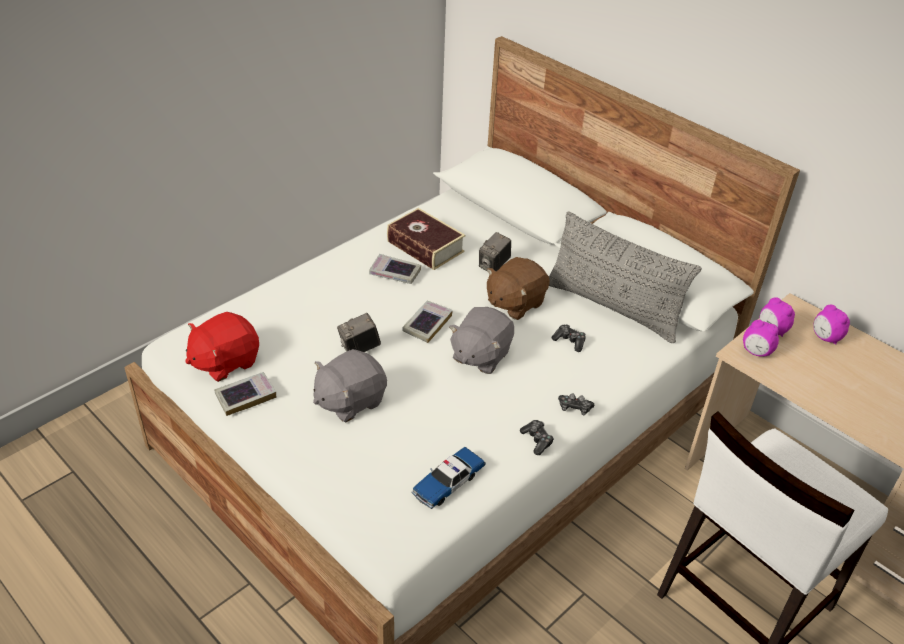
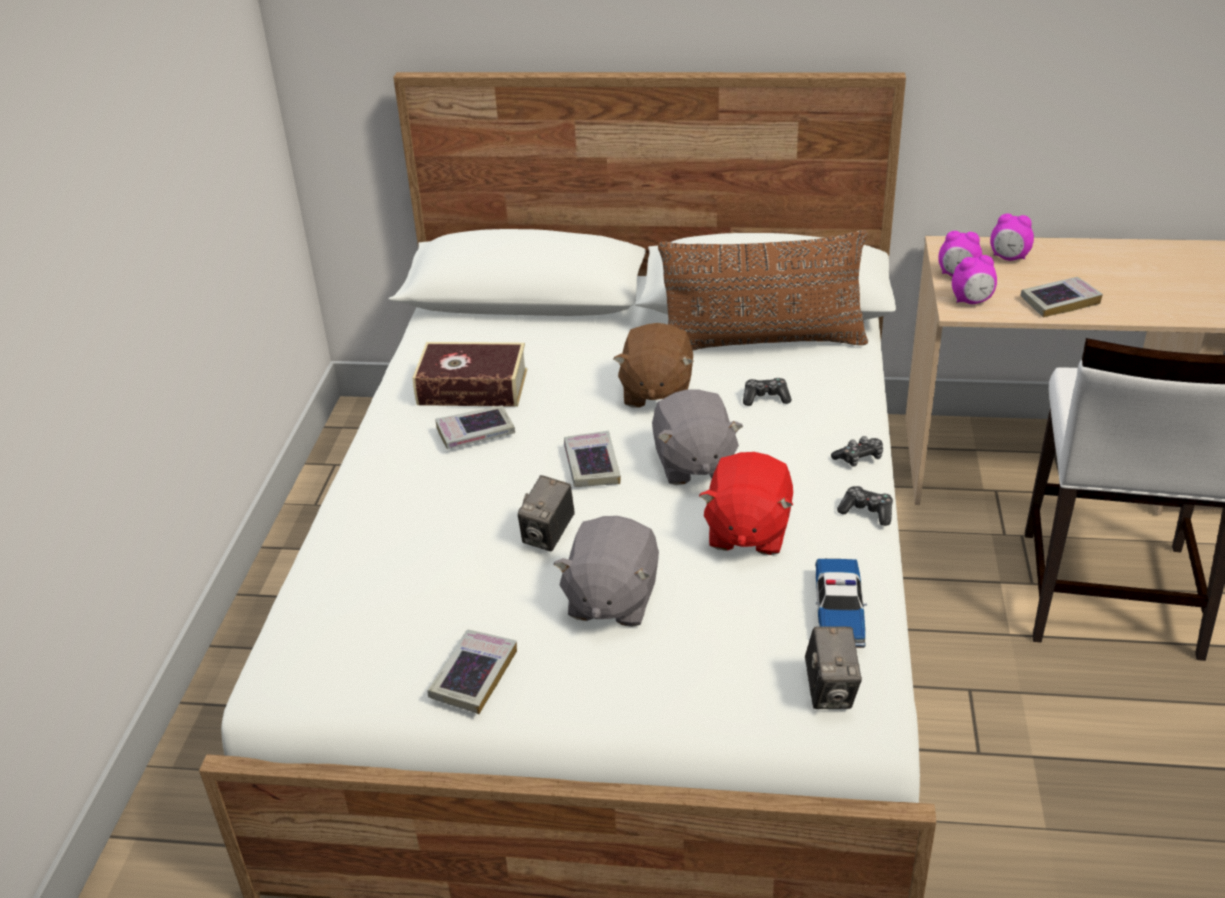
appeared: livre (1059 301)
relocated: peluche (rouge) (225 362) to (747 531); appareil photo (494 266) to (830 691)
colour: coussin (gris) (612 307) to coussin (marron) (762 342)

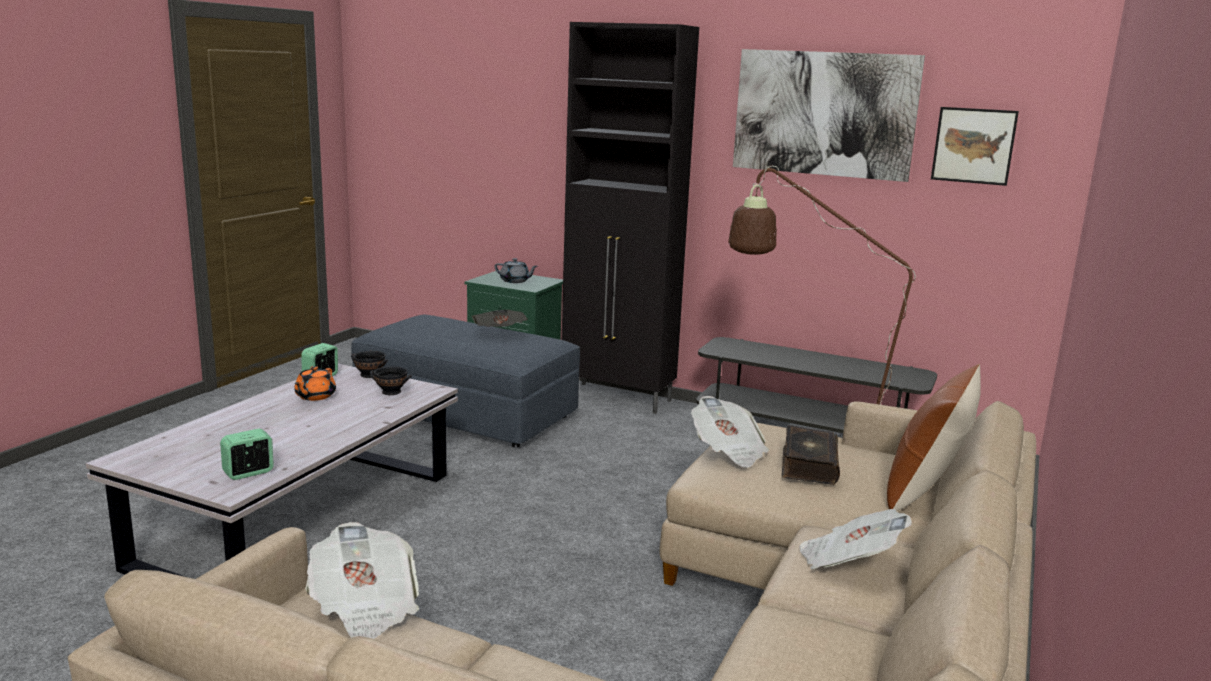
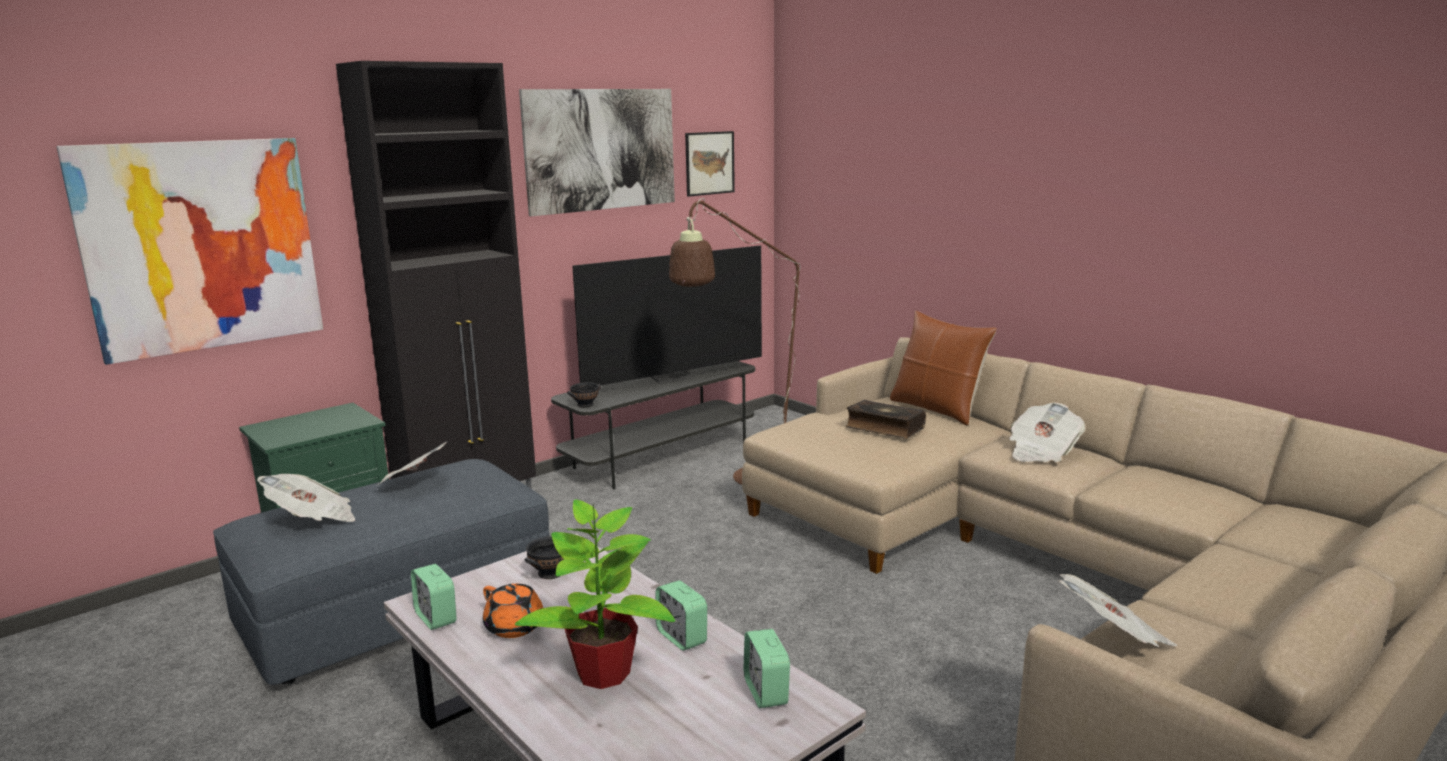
missing: théière (gris) (515 281)
appeared: tableau (201 246); plante en pot (603 674); téléviseur (671 378); réveil (681 637)
relocated: bol (noir) (369 375) to (584 405); journal (728 451) to (313 519)

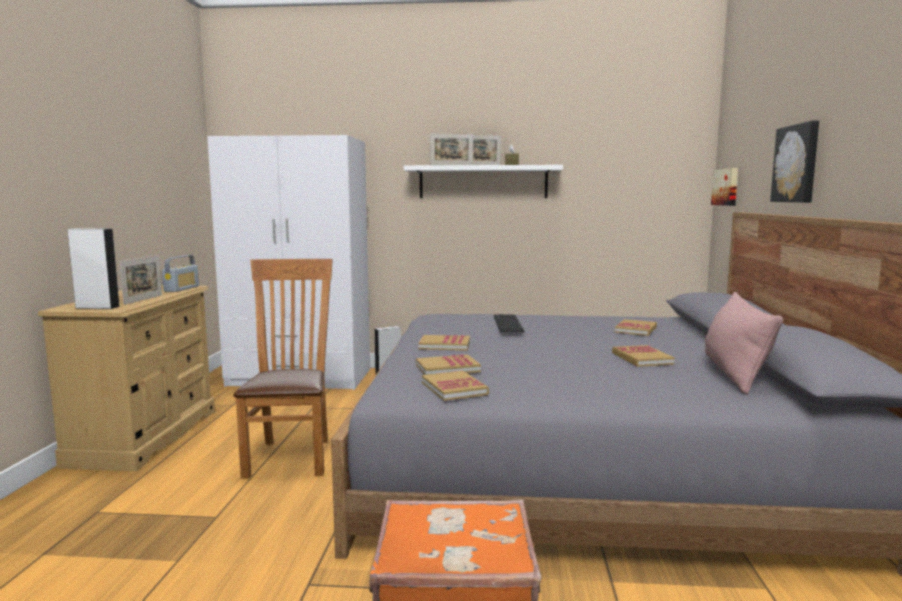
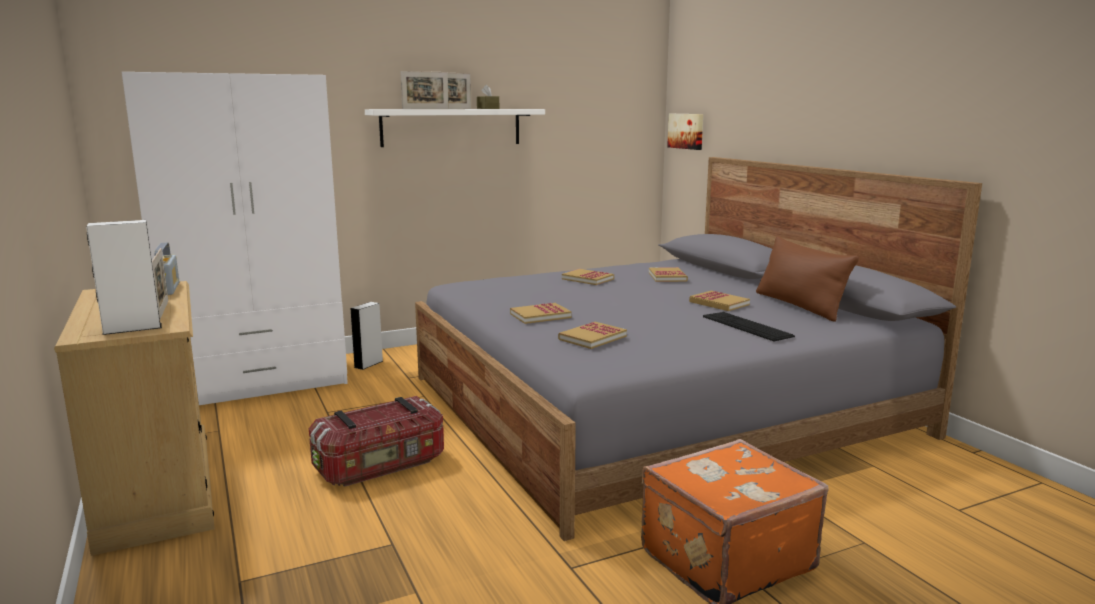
missing: tableau (797 163)
relocated: livre (454 388) to (587 279); clavier (508 323) to (746 326)
exchanged: chaise (marron) (291 455) to boîte de rangement (381 466)
colour: coussin (rose) (734 373) to coussin (marron) (799 306)

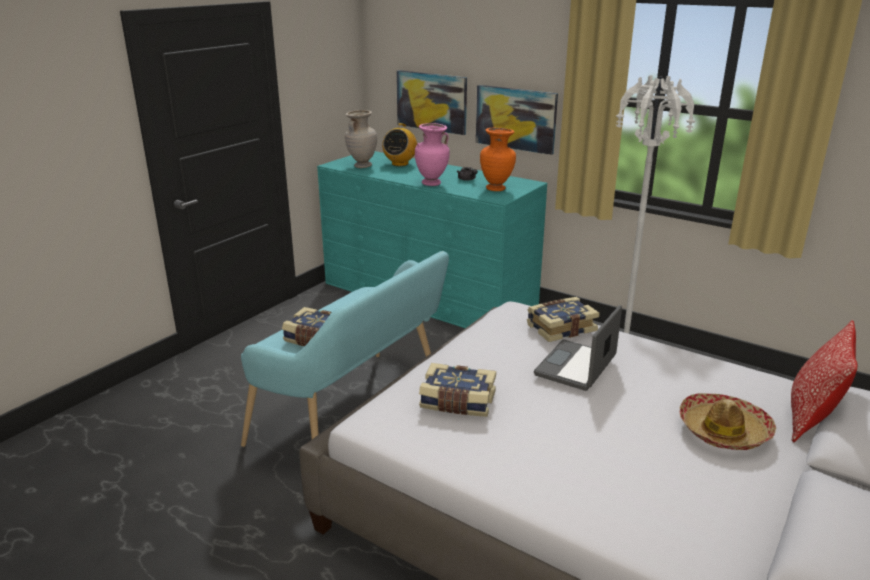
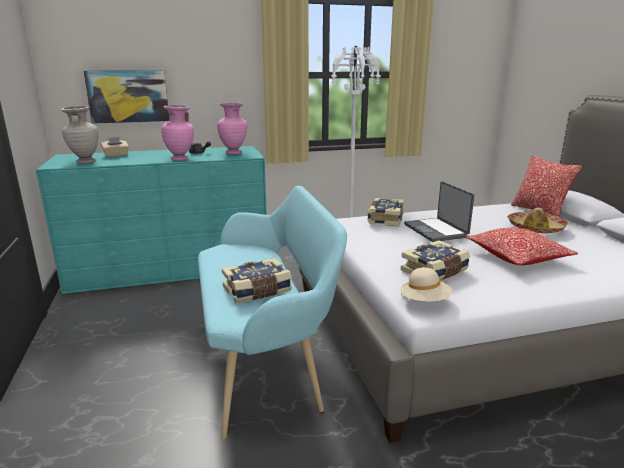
missing: tableau (516 118)
appeared: chapeau (beige) (425 301); coussin (517 257)
exchanged: radio (400 164) to boîte à mouchoirs (beige) (116 155)
colour: vase (orange) (496 189) to vase (rose) (234 153)

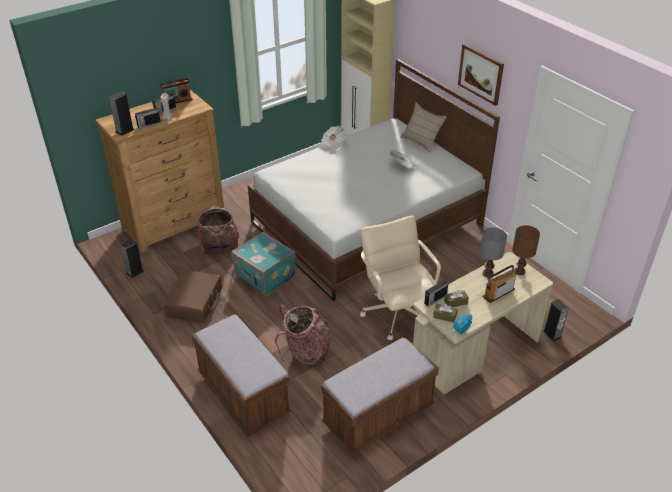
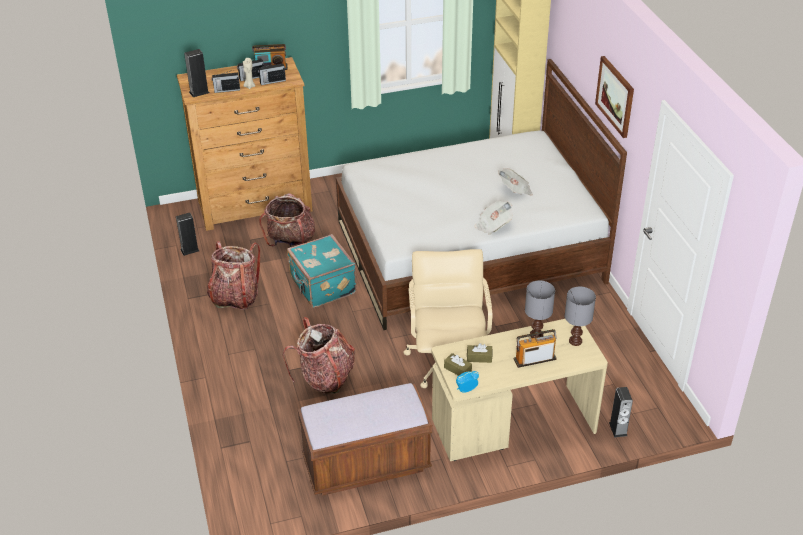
missing: banc (marron) (243 394); coussin (beige) (421 141)
relocated: journal (332 145) to (493 225); radio (435 299) to (272 81)
exchanged: valise (marron) (195 302) to sac à dos (235 297)
colour: lampe de table (marron) (520 271) to lampe de table (gris) (575 341)

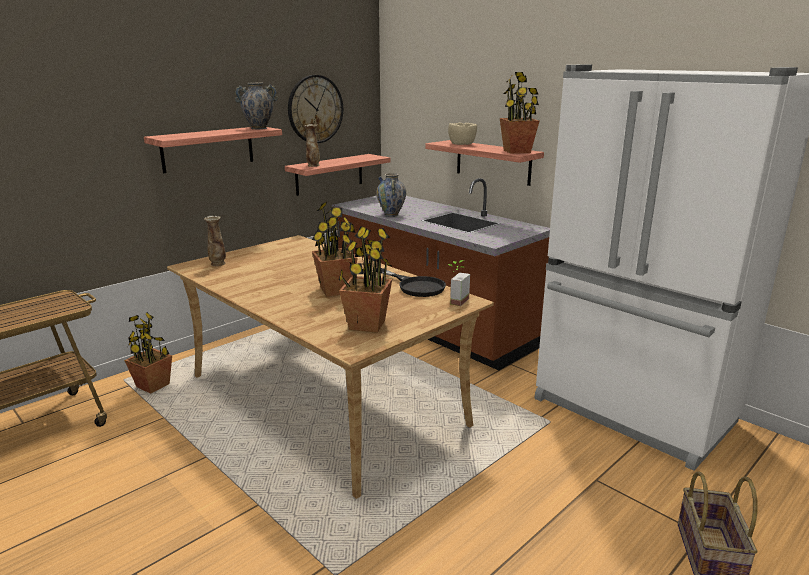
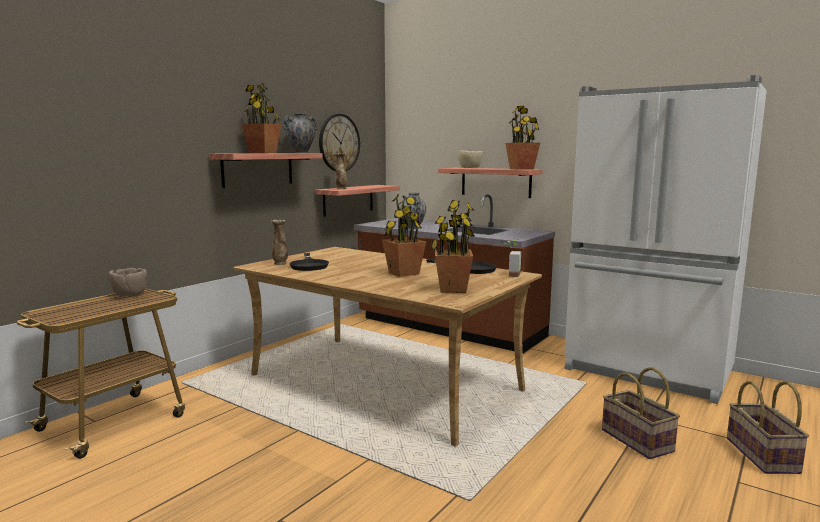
appeared: bol (marron) (130 294); poêle (noir) (309 265); panier (638 440)
relocated: plante en pot (153 386) to (263 153)

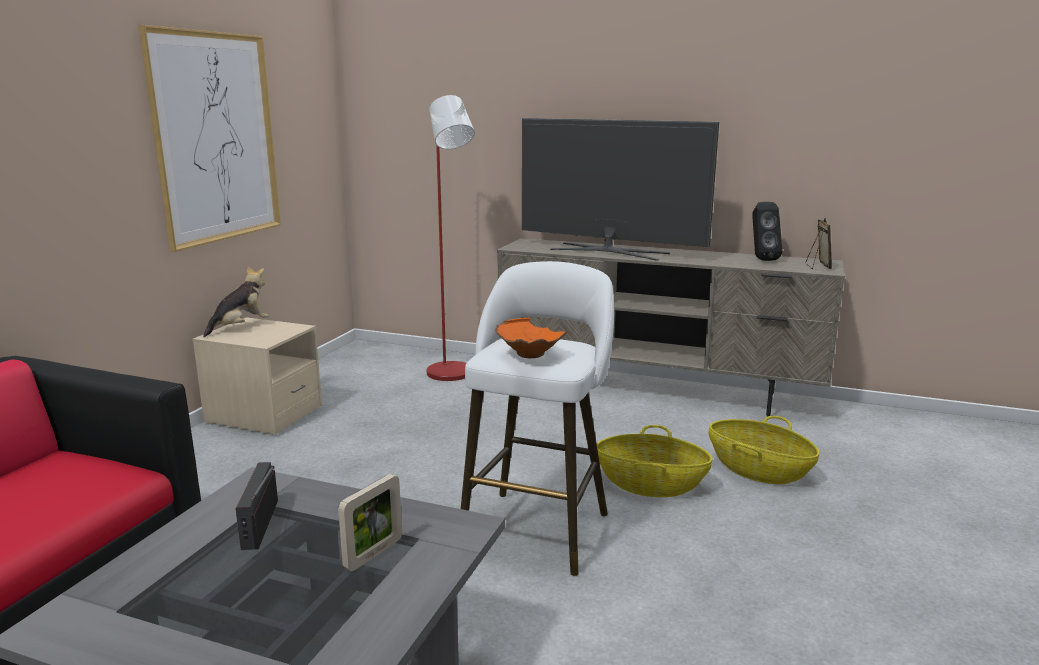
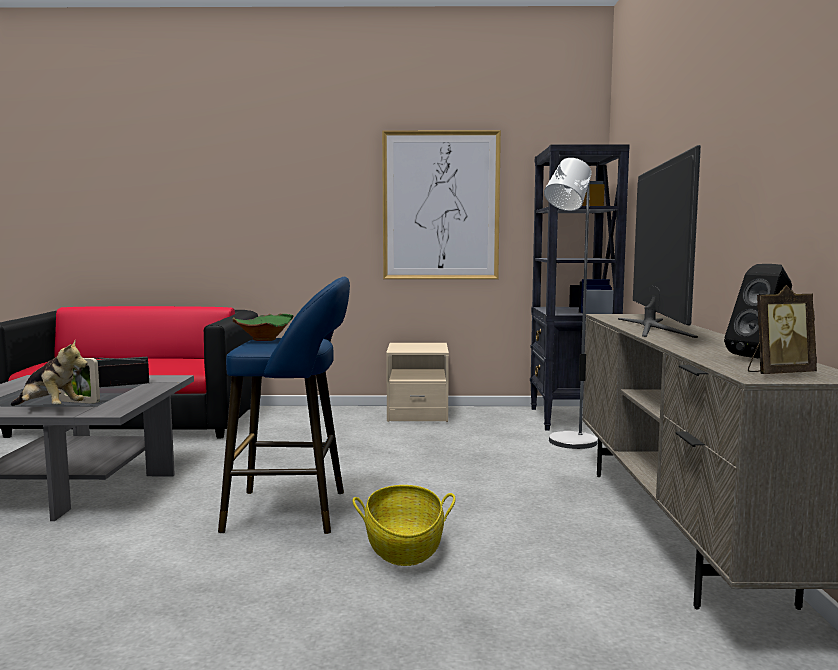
missing: panier (758 470)
appeared: bibliothèque (noir) (571 419)
relocated: peluche (240 327) to (49 409)
colour: lampadaire (rouge) (453 375) to lampadaire (gris) (567 443); tabouret (blanc) (538 526) to tabouret (bleu) (294 511); bol (orange) (528 355) to bol (vert) (263 339)

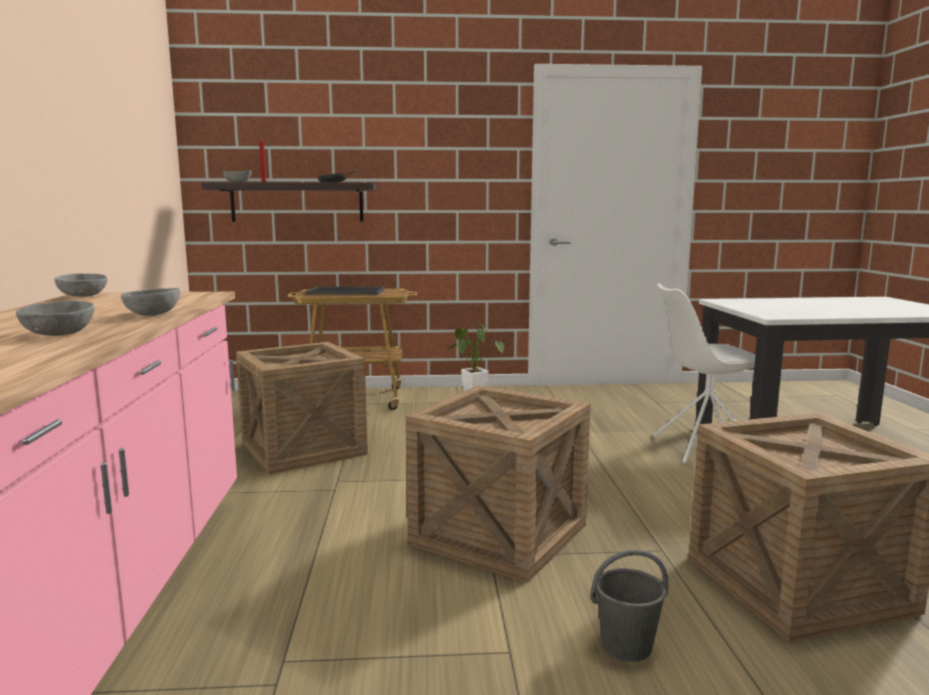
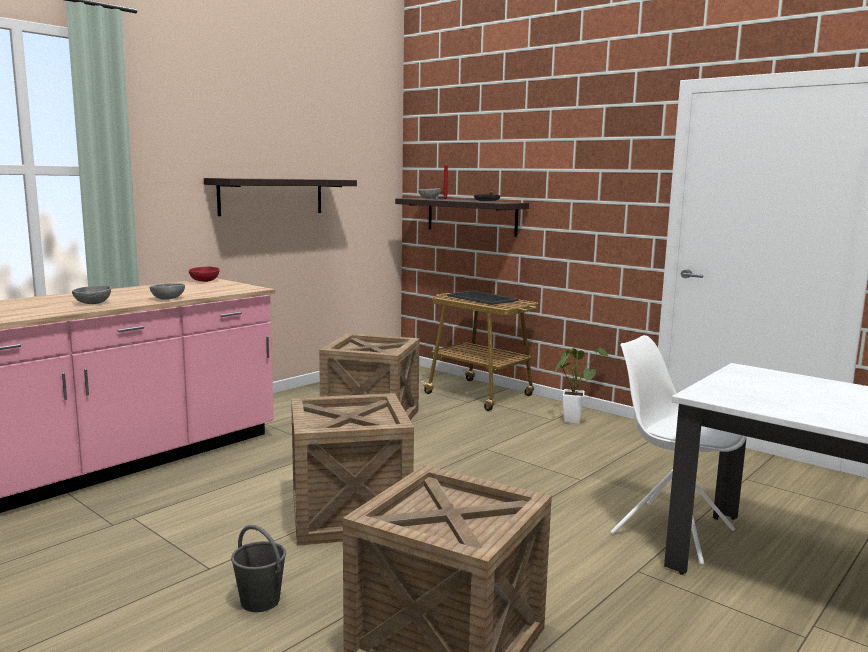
appeared: étagère (271 196)
colour: bol (gris) (84 296) to bol (rouge) (204 281)

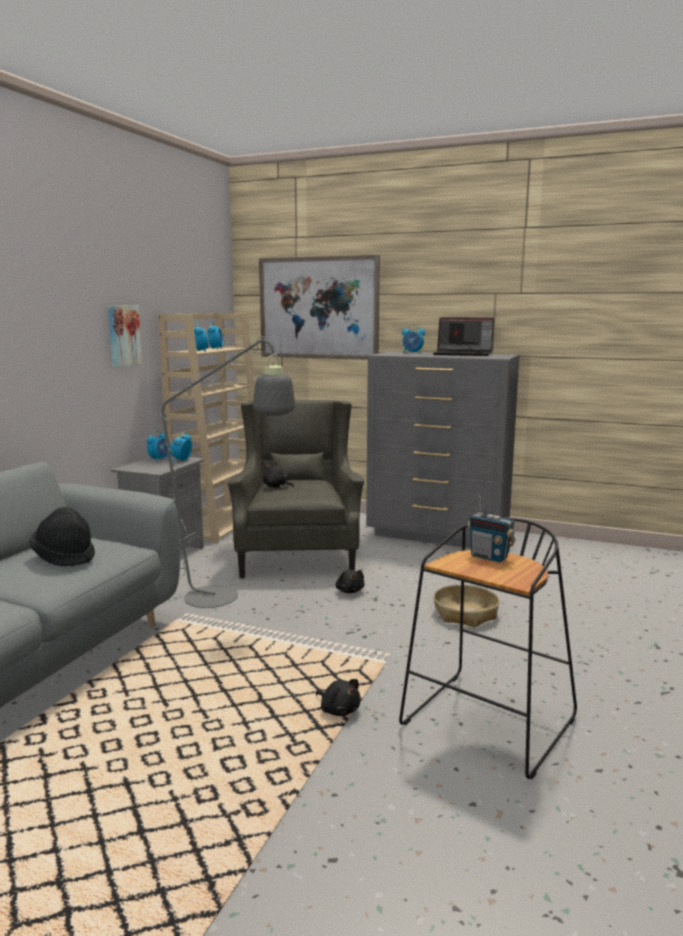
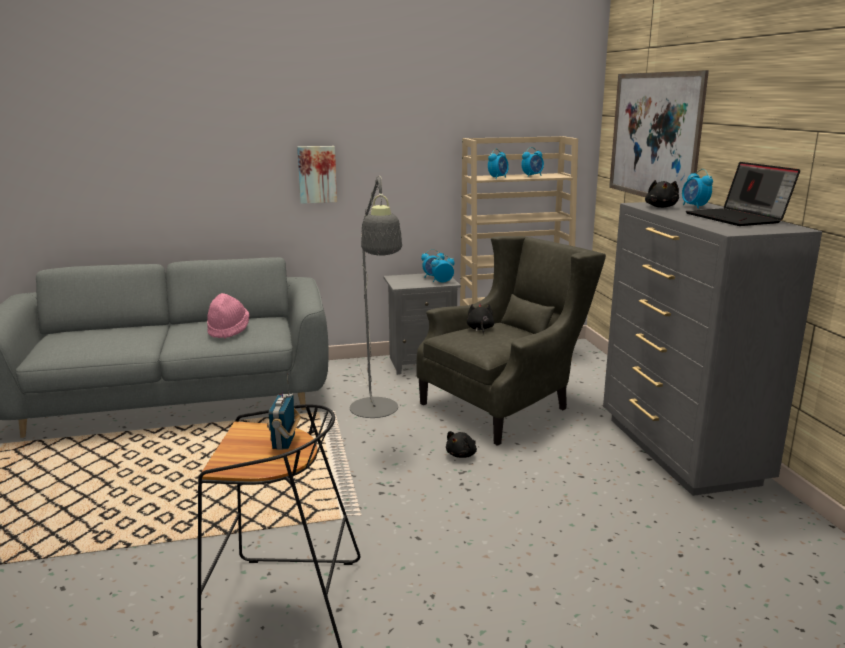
missing: panier (465 614)
relocated: tableau (123 335) to (317 174); peluche (noir) (339 710) to (661 207)
colour: chapeau (noir) (65 557) to chapeau (rose) (228 330)

